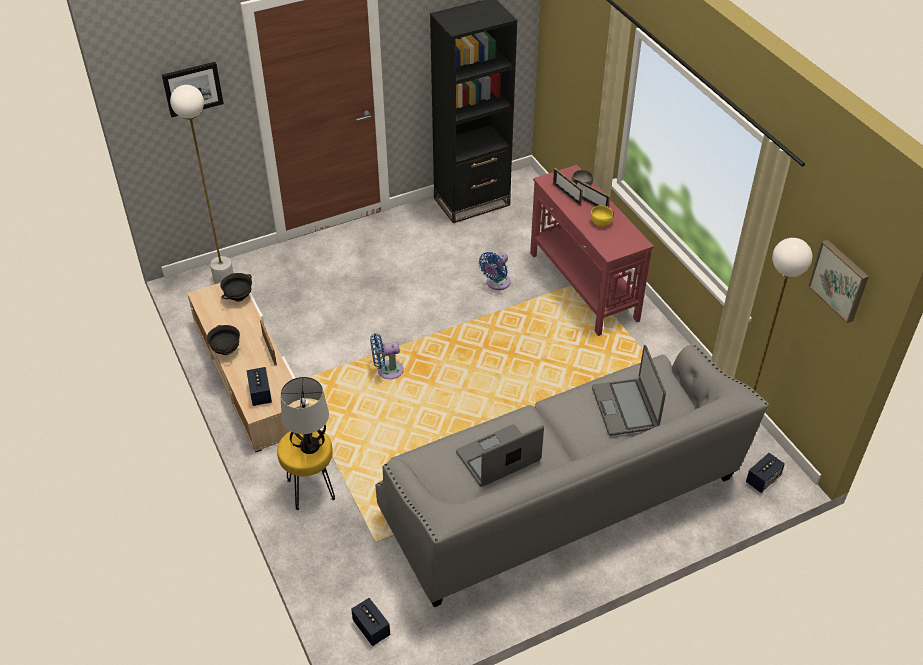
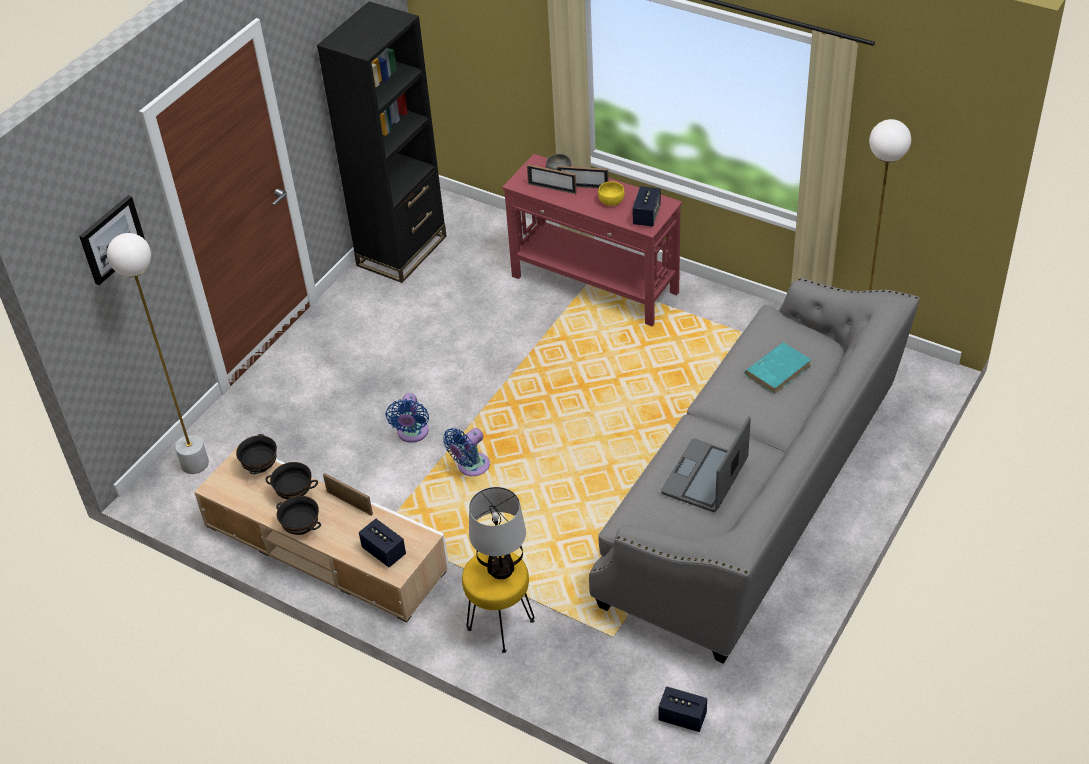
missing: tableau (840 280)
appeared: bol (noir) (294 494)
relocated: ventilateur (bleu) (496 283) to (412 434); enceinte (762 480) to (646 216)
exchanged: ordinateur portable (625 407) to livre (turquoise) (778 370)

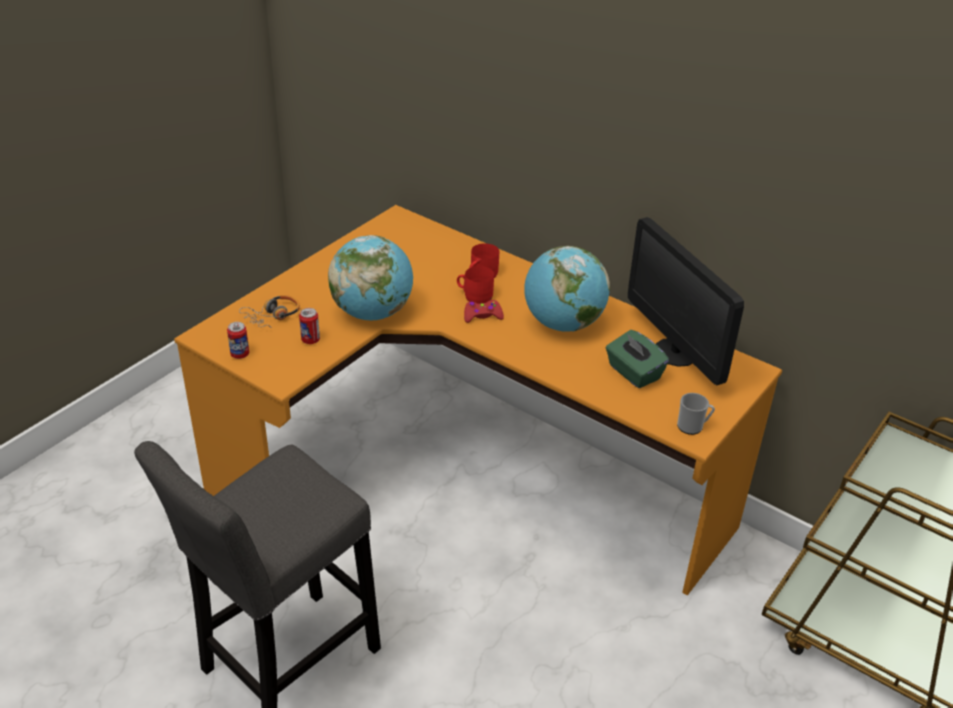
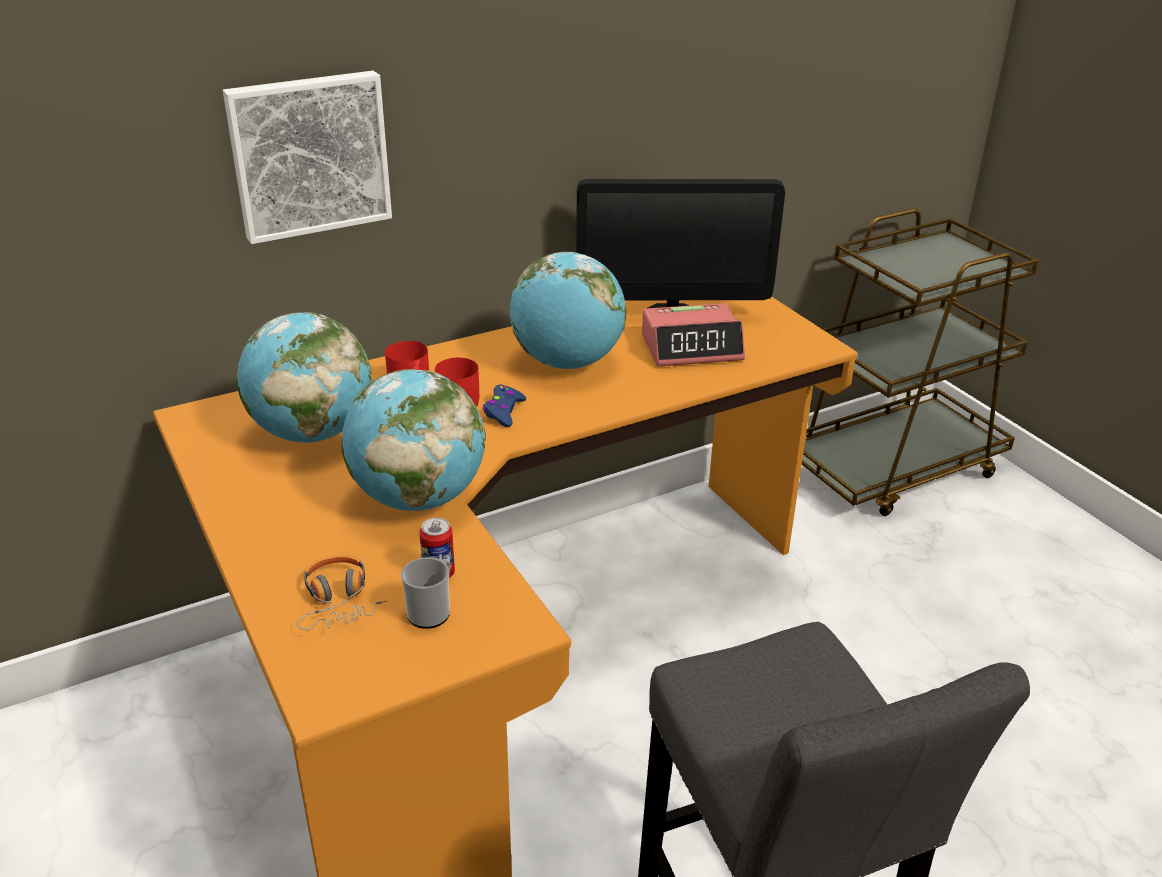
missing: boîte métallique (240 354)
appeared: tableau (309 154); globe (312 433)
relocated: mug (693 426) to (432 611)
exchanged: boîte à mouchoirs (vert) (633 373) to réveil (692 347)
colour: manette (rouge) (482 315) to manette (bleu) (503 411)

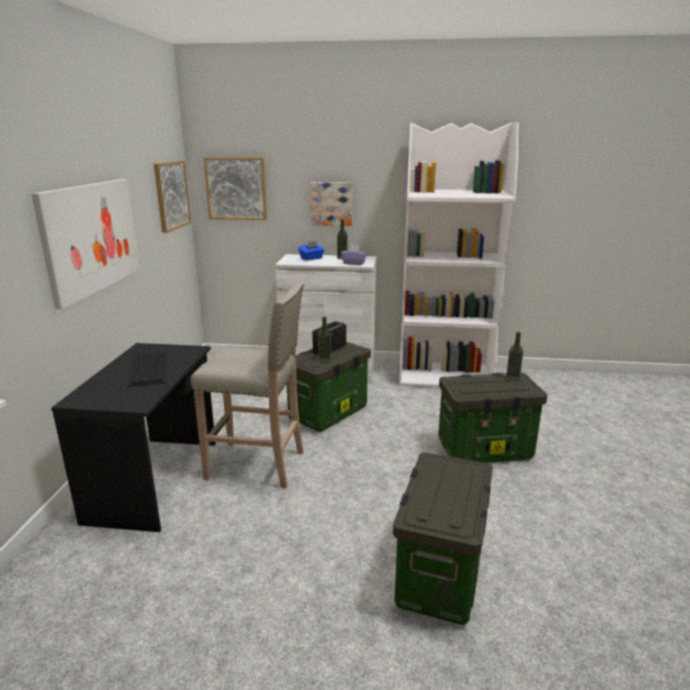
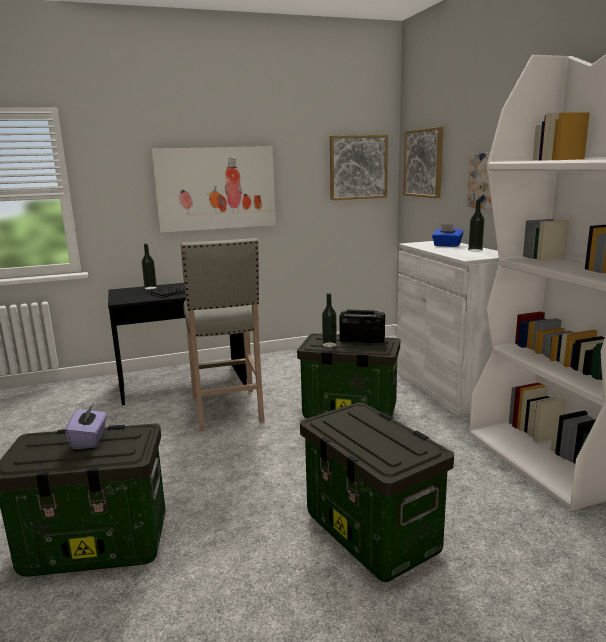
relocated: boîte à mouchoirs (violet) (354 263) to (90 440); bouteille (512 379) to (150 288)

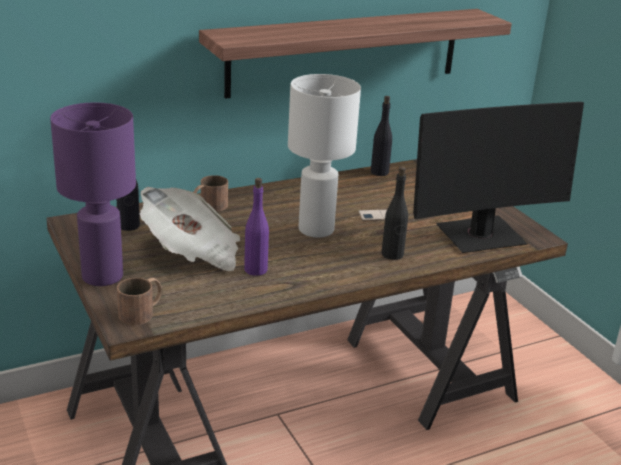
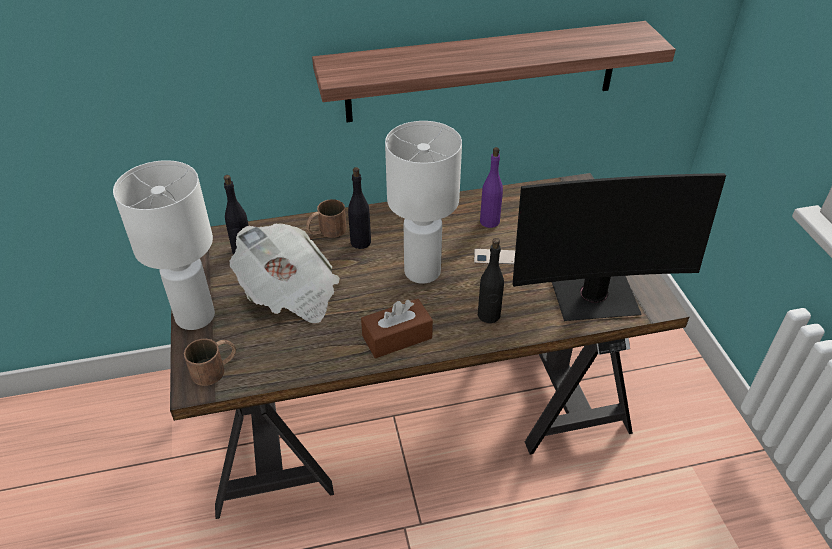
appeared: boîte à mouchoirs (marron) (397 337)
relocated: bouteille (violet) (255 269) to (489 221); bouteille (noir) (379 172) to (361 242)
colour: lampe de table (violet) (102 276) to lampe de table (blanc) (195 316)

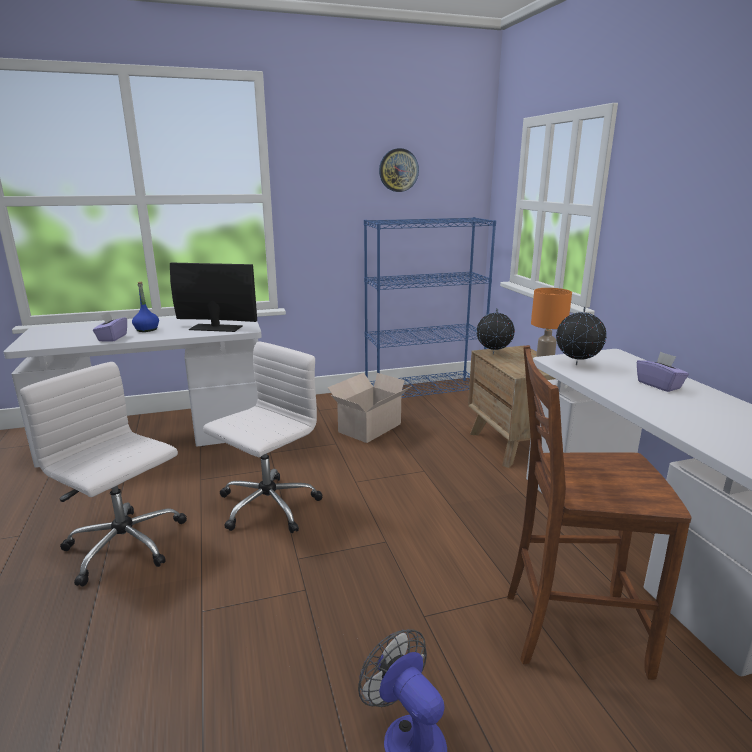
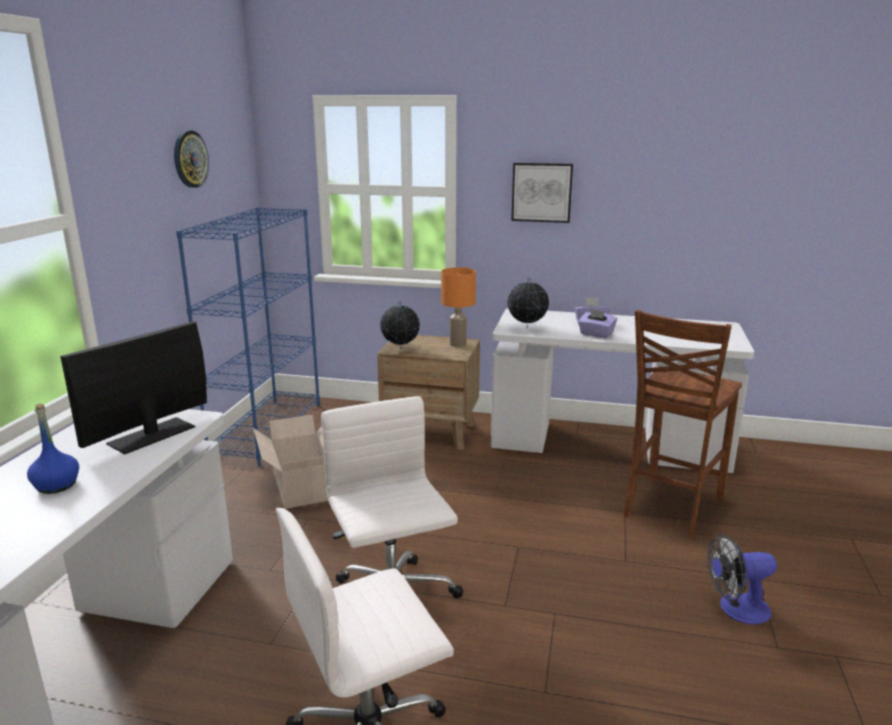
appeared: tableau (541 192)
relocated: boîte à mouchoirs (violet) (112 338) to (596 334)

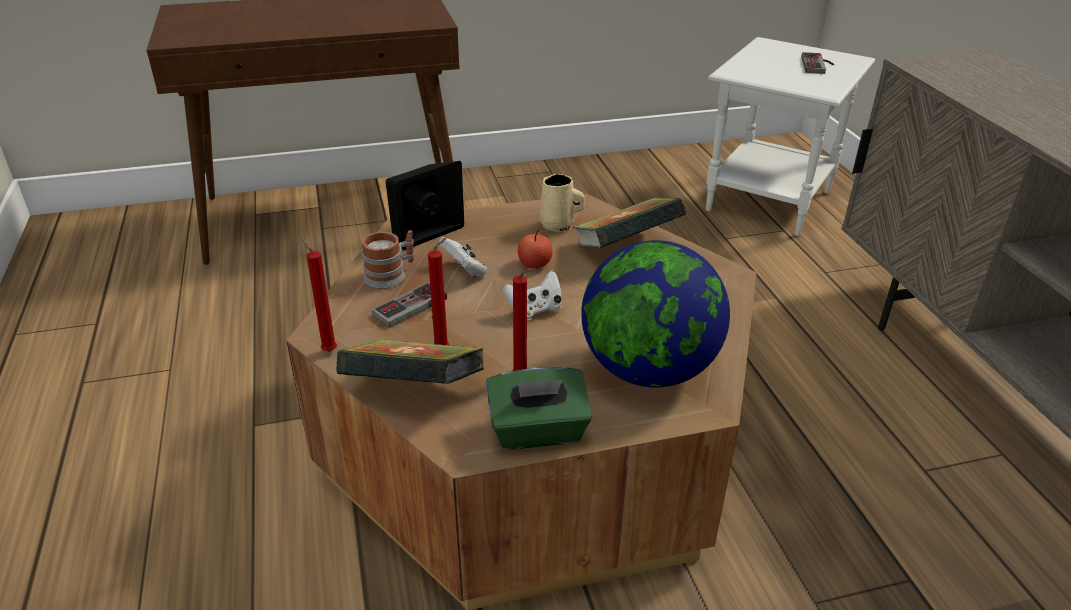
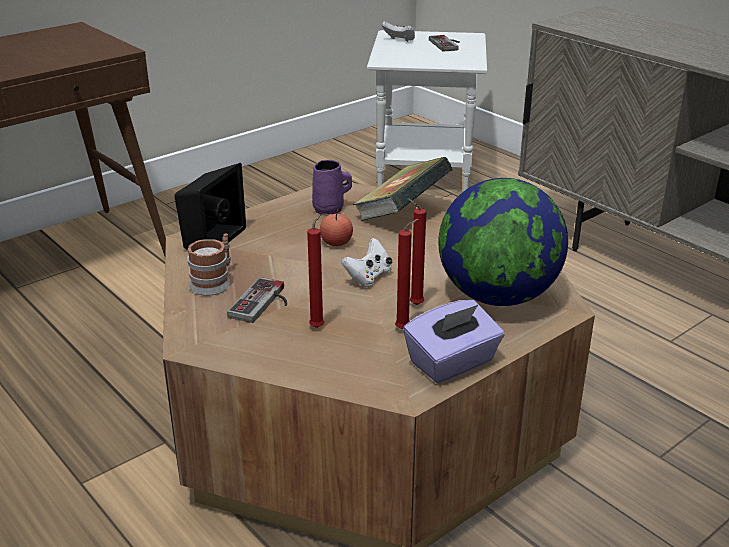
missing: livre (414 391)
relocated: bougie (rouge) (328 350) to (414 304); manette (blanc) (465 271) to (399 40)
colour: boîte à mouchoirs (vert) (538 432) to boîte à mouchoirs (violet) (452 363); mug (beige) (559 226) to mug (violet) (330 209)

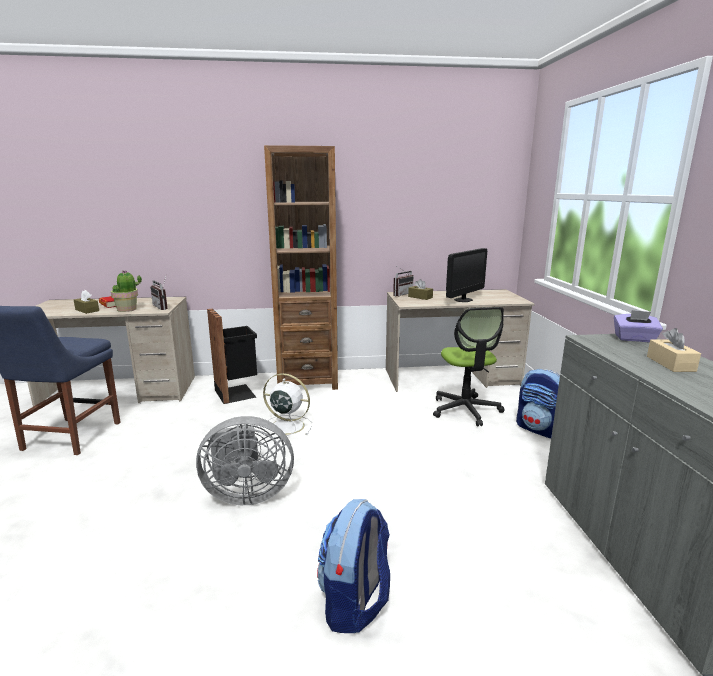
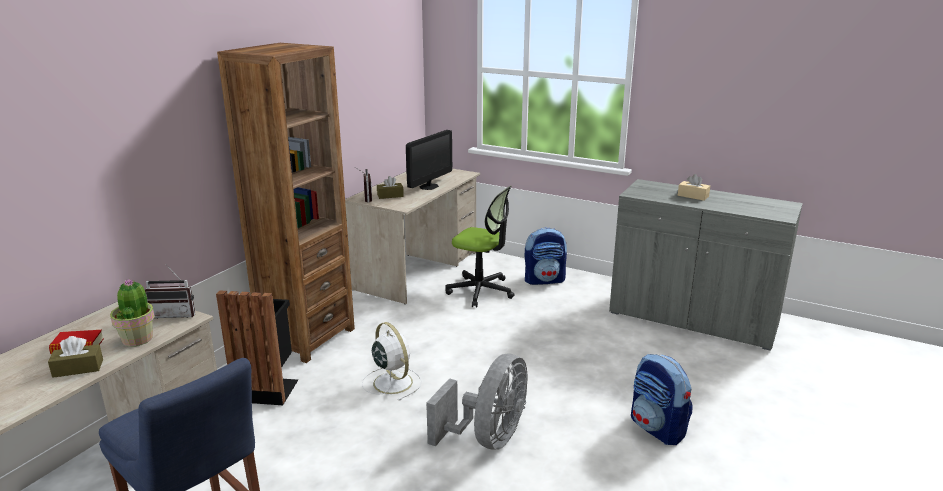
missing: boîte à mouchoirs (violet) (634 339)
spun: ventilateur (blanc) (286 426) = (392 382) 90 degrees clockwise; écran d'ordinateur (463 300) = (429 186) 45 degrees clockwise

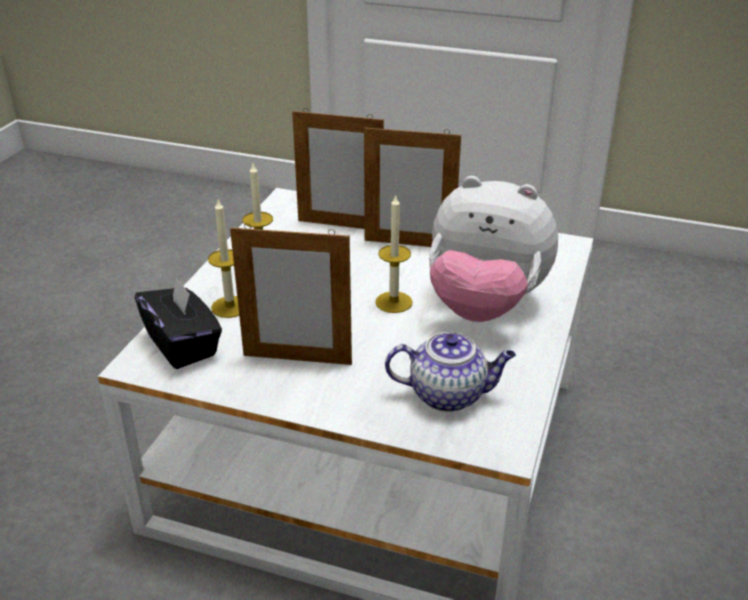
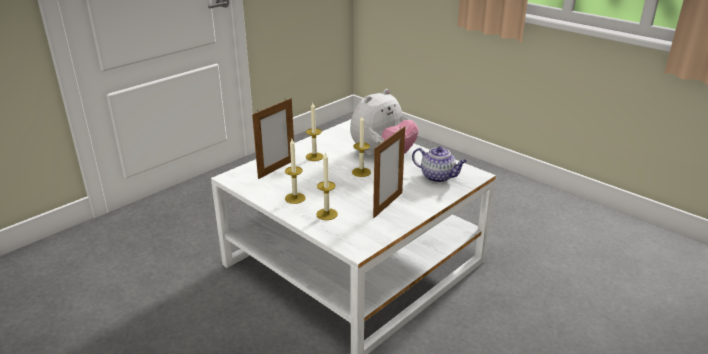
missing: boîte à mouchoirs (noir) (183 344)
exchanged: cadre photo (409 244) to bougie (314 157)
spun: théière (449 395) = (438 177) 90 degrees clockwise

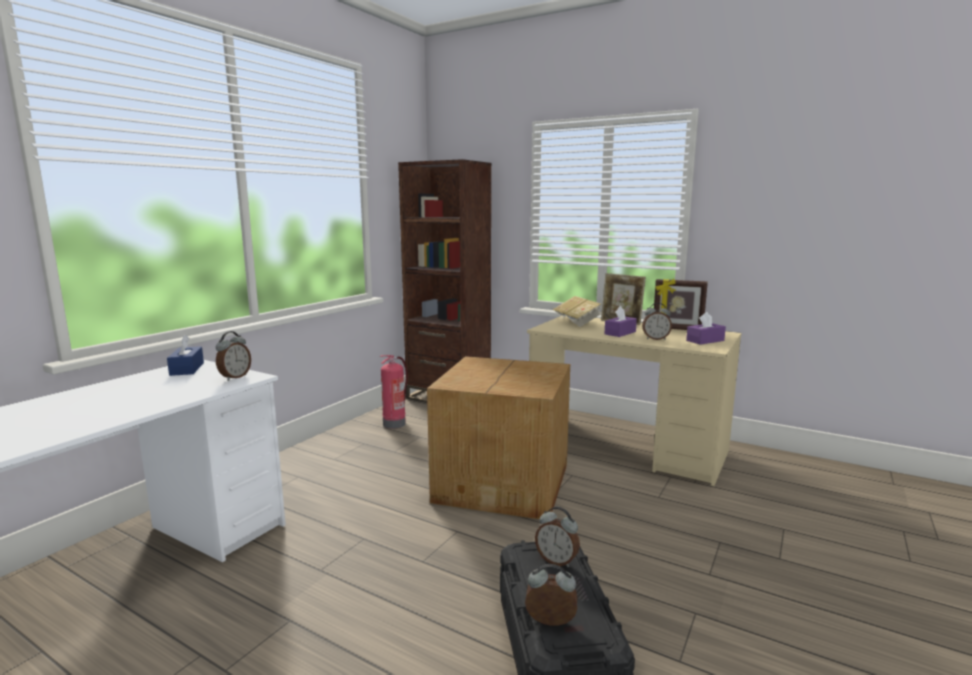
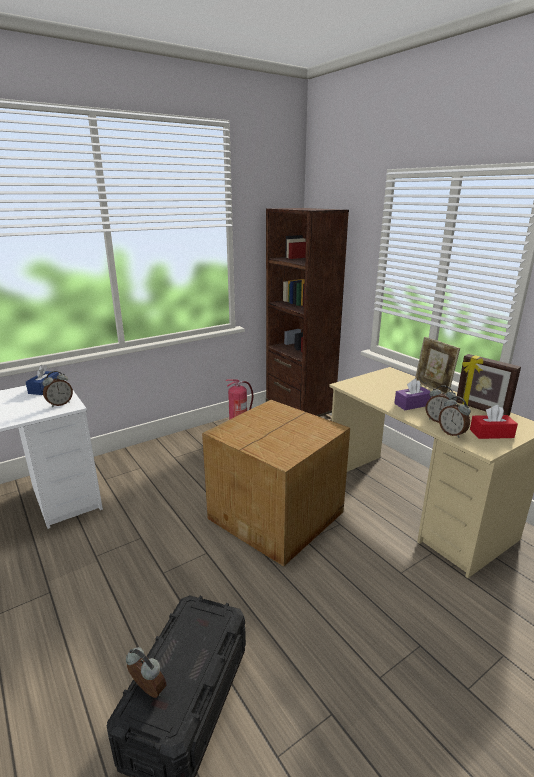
missing: livre (577 322)
relocated: réveil (557 560) to (452 433)
colour: boîte à mouchoirs (violet) (705 340) to boîte à mouchoirs (rouge) (491 433)

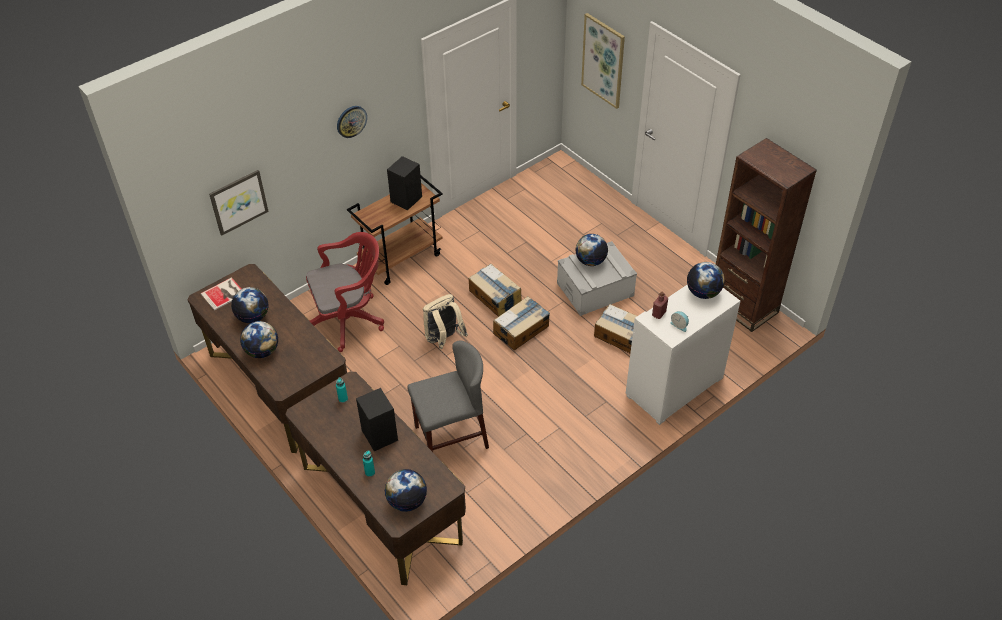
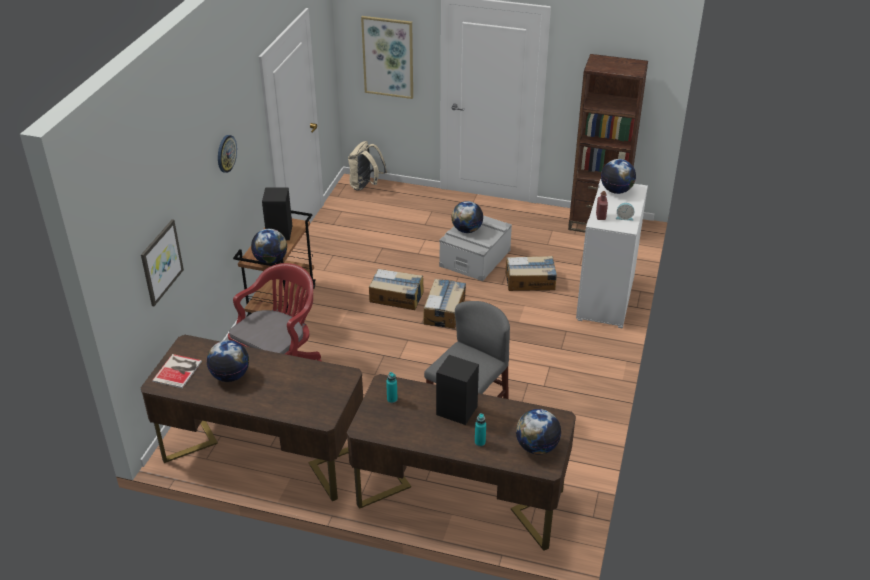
relocated: globe (262 351) to (271 261); sac à dos (beige) (443 339) to (366 186)

